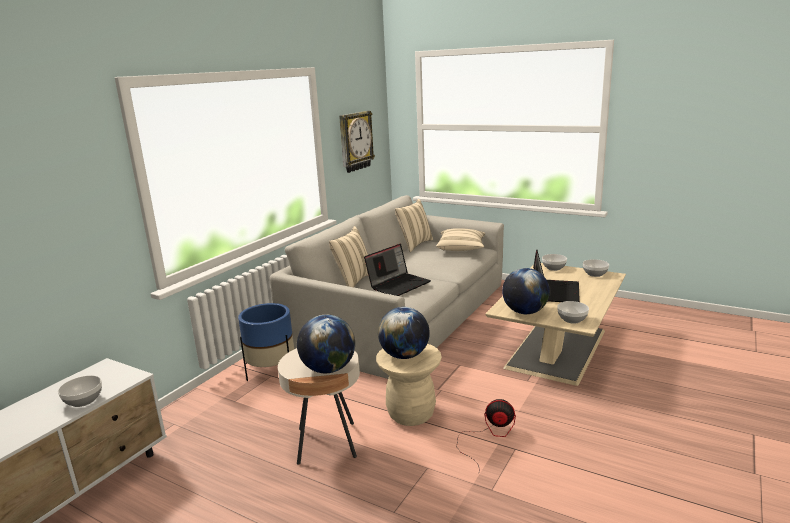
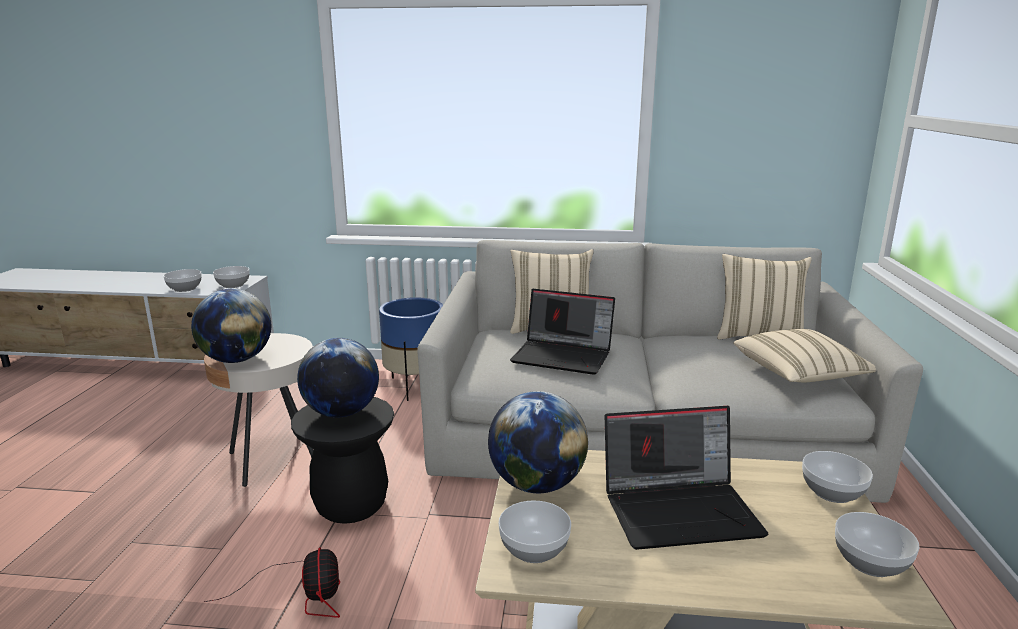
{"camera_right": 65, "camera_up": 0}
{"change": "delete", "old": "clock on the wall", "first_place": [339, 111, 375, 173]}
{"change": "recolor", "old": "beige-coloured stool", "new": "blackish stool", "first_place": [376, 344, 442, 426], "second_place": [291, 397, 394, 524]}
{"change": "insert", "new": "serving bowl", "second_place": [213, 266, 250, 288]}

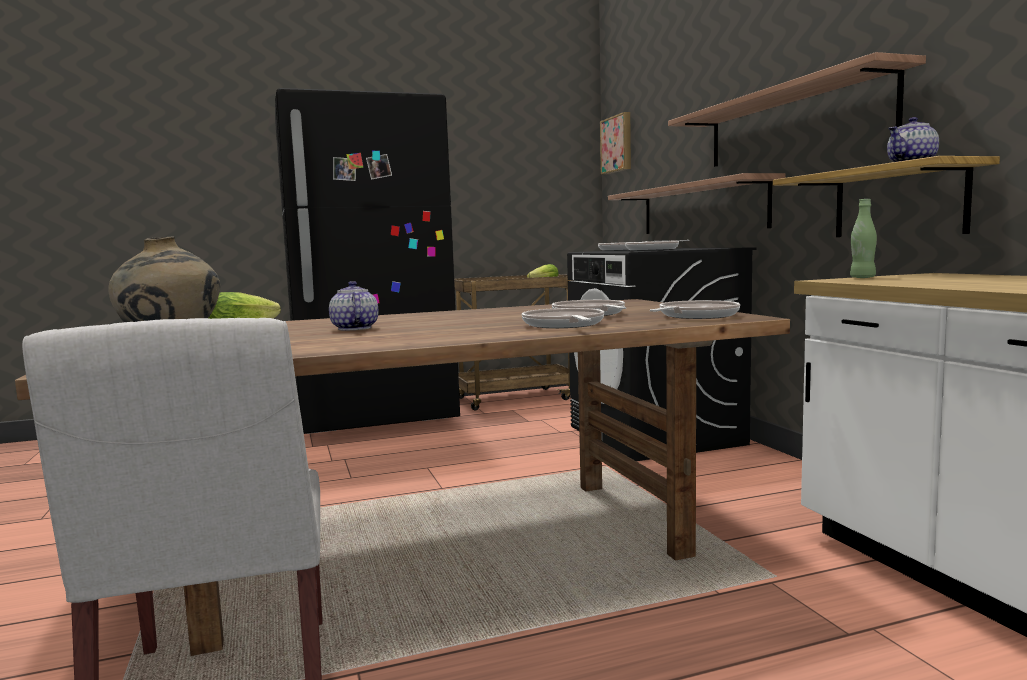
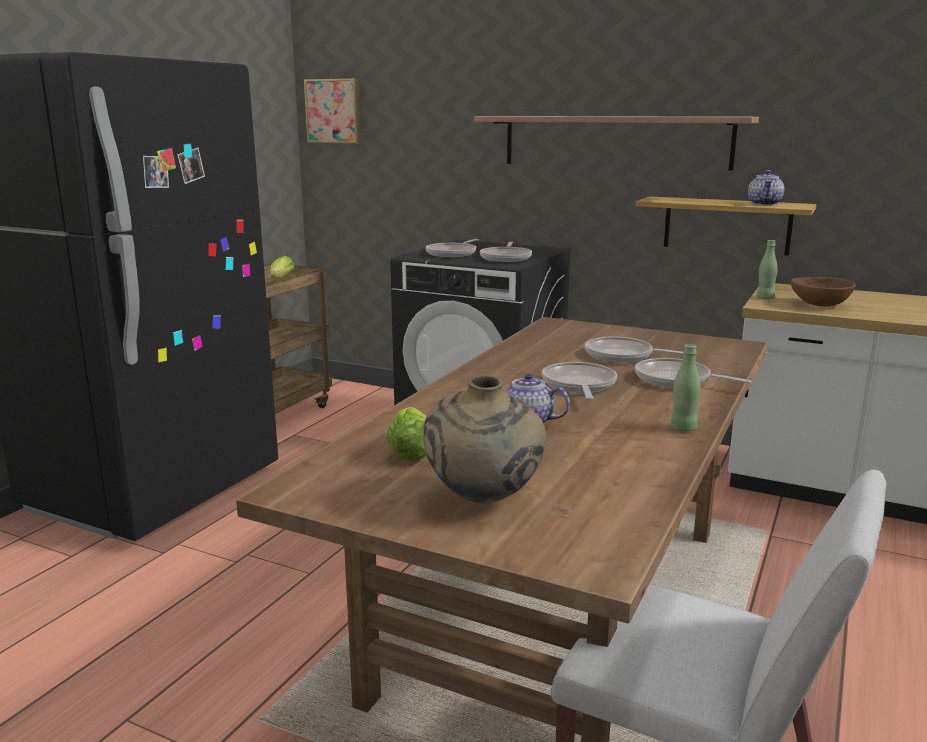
{"camera_right": -45, "camera_up": 10}
{"change": "delete", "old": "bracket shelf", "first_place": [608, 173, 786, 234]}
{"change": "move", "old": "frying pan", "first_place": [650, 300, 740, 319], "second_place": [542, 362, 617, 400]}
{"change": "insert", "new": "greenish beverage bottle", "second_place": [670, 344, 700, 432]}
{"change": "insert", "new": "brown serving bowl", "second_place": [791, 277, 856, 307]}

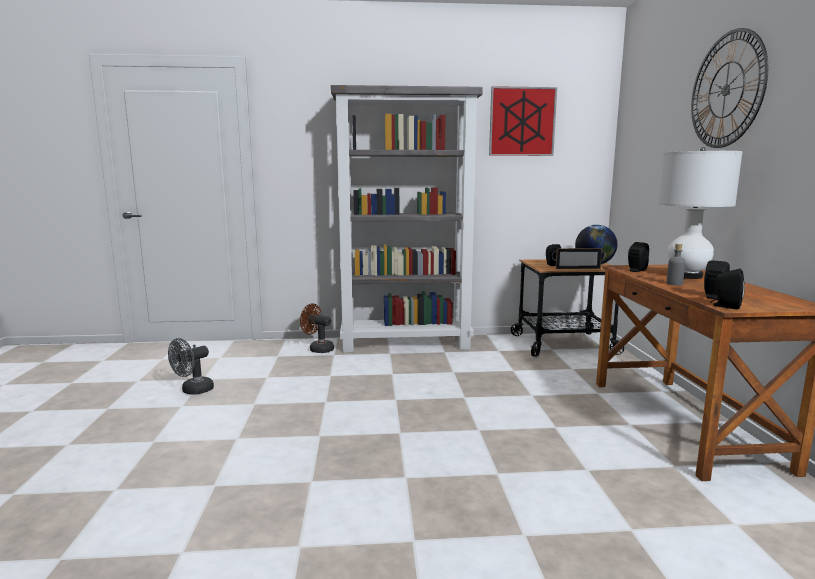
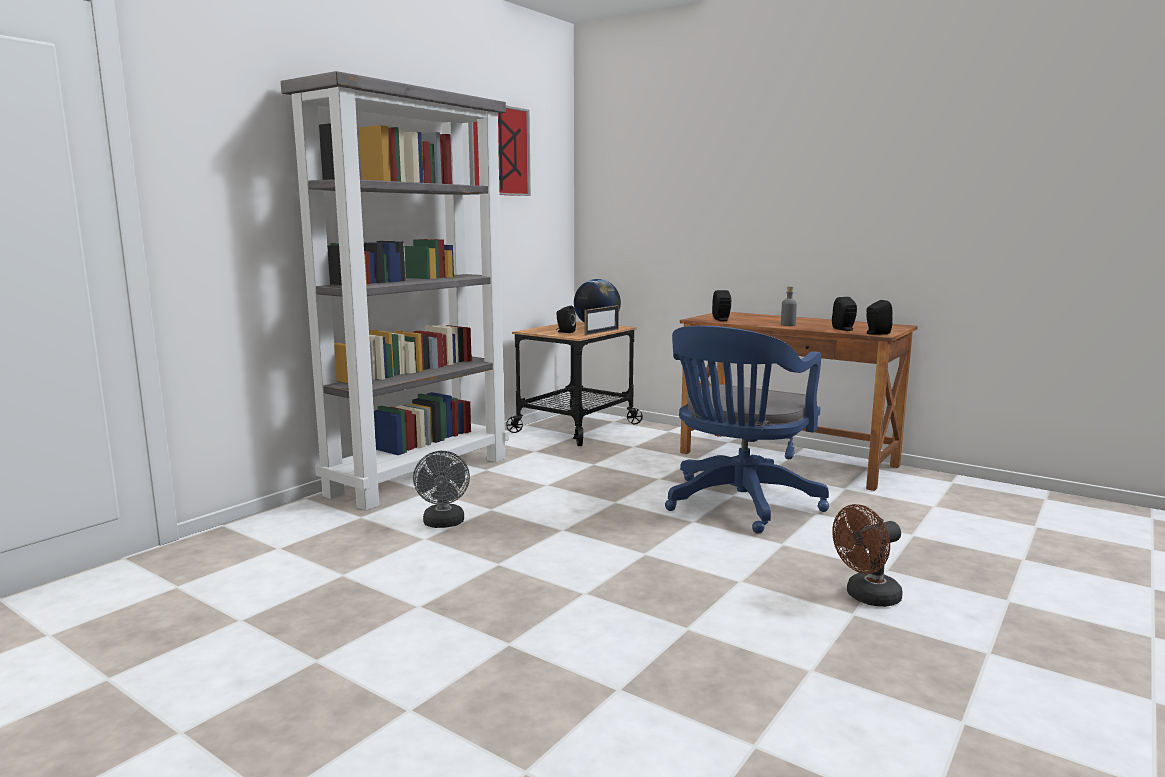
{"camera_right": -50, "camera_up": 0}
{"change": "move", "old": "grey cooling fan", "first_place": [168, 338, 214, 395], "second_place": [413, 451, 470, 528]}
{"change": "move", "old": "brown cooling fan", "first_place": [300, 303, 334, 353], "second_place": [832, 504, 903, 607]}
{"change": "delete", "old": "white table lamp", "first_place": [658, 147, 743, 279]}
{"change": "delete", "old": "clock on the wall", "first_place": [691, 28, 768, 148]}
{"change": "insert", "new": "blue desk chair", "second_place": [665, 325, 829, 534]}

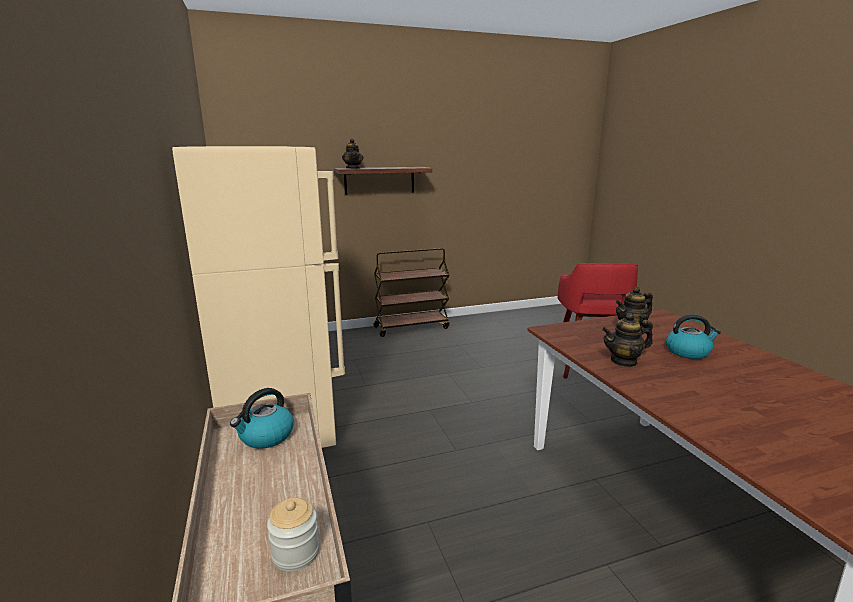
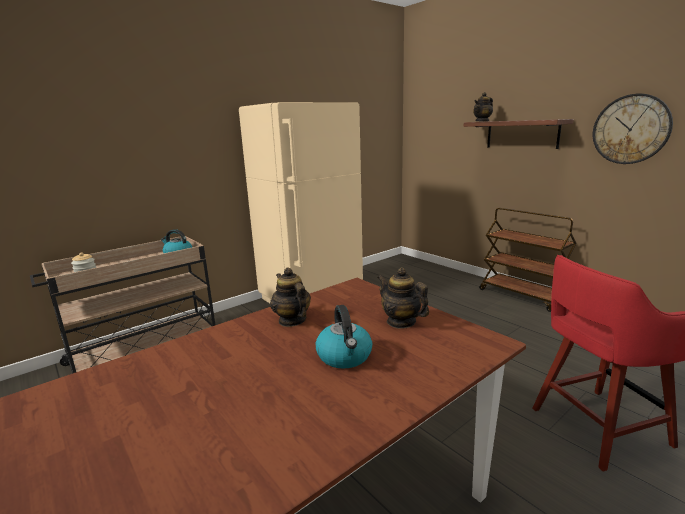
{"camera_right": 70, "camera_up": 0}
{"change": "insert", "new": "clock on the wall", "second_place": [593, 94, 673, 164]}

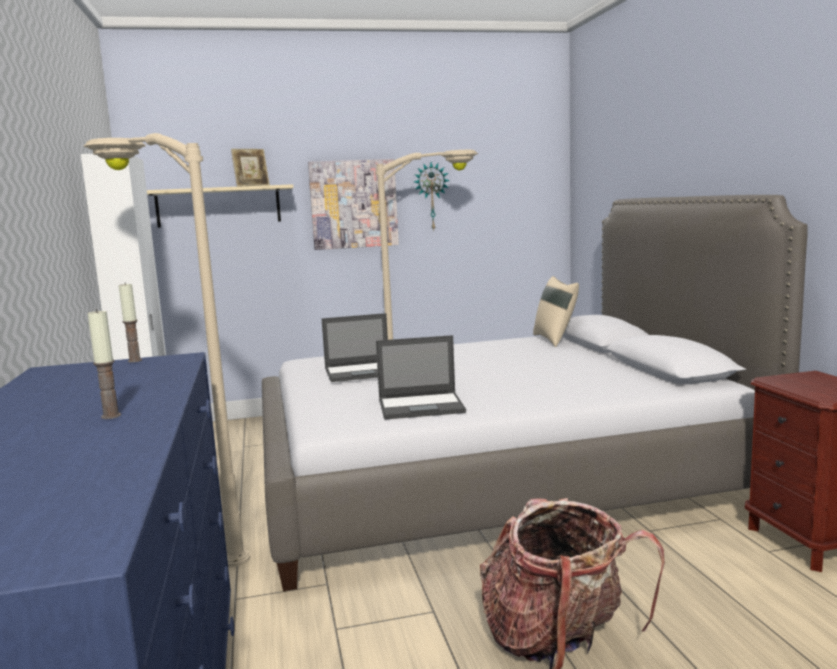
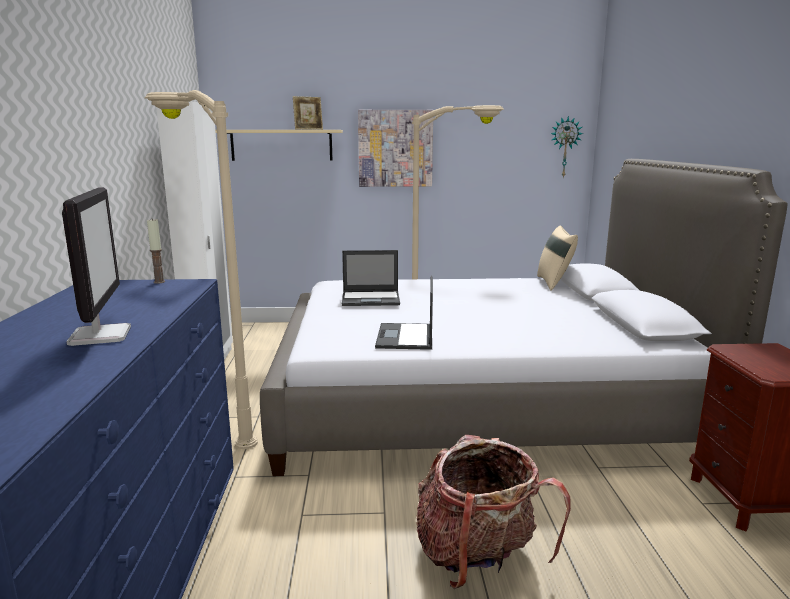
{"camera_right": 10, "camera_up": 5}
{"change": "replace", "old": "wax candle", "new": "computer screen", "first_place": [87, 309, 121, 419], "second_place": [62, 187, 131, 346]}
{"change": "rotate", "old": "portable computer", "first_place": [376, 335, 466, 419], "second_place": [375, 276, 433, 350], "degrees": 90}
{"change": "move", "old": "clock on the wall", "first_place": [414, 162, 450, 231], "second_place": [550, 116, 583, 177]}

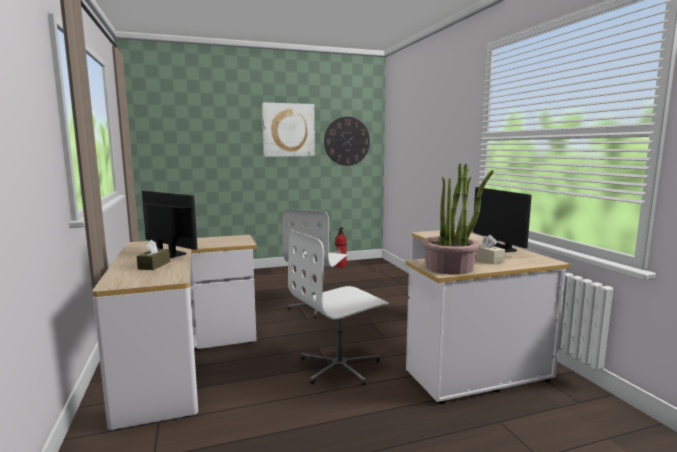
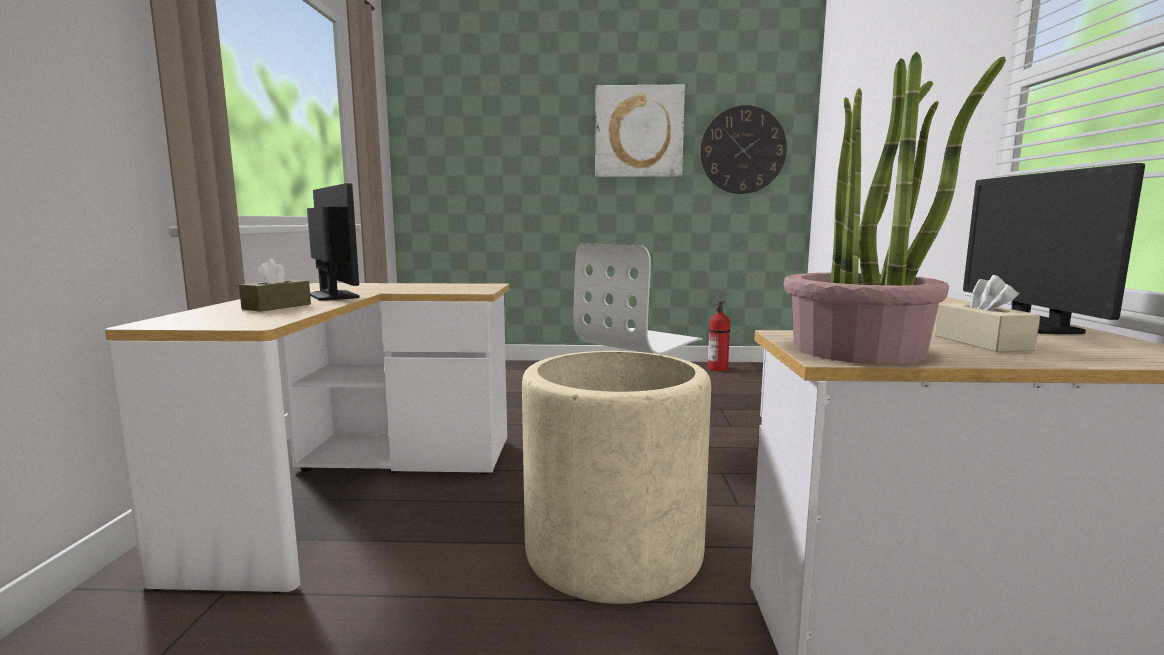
{"camera_right": 20, "camera_up": 0}
{"change": "replace", "old": "white desk chair", "new": "beige-coloured plant pot", "first_place": [288, 230, 389, 386], "second_place": [522, 351, 711, 604]}

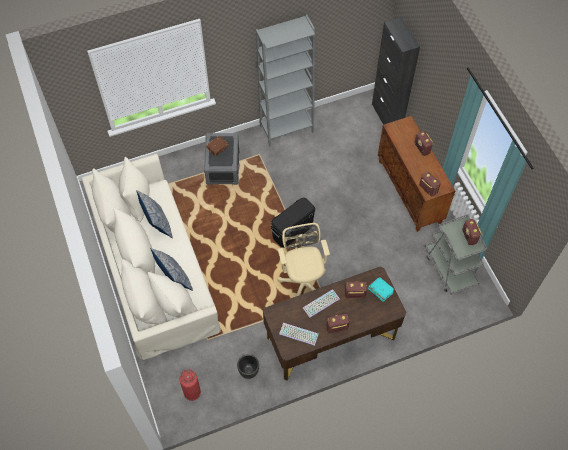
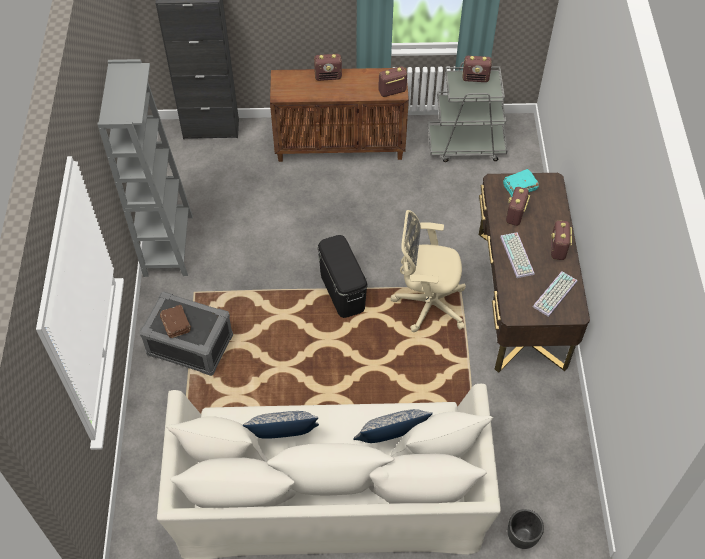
{"camera_right": -70, "camera_up": -5}
{"change": "delete", "old": "fire-fighting cylinder", "first_place": [180, 369, 201, 401]}
{"change": "move", "old": "blackish plant pot", "first_place": [237, 354, 259, 379], "second_place": [508, 509, 544, 549]}

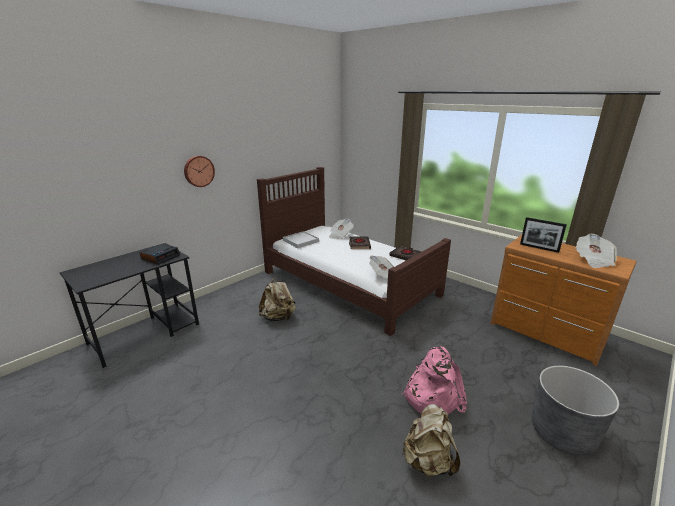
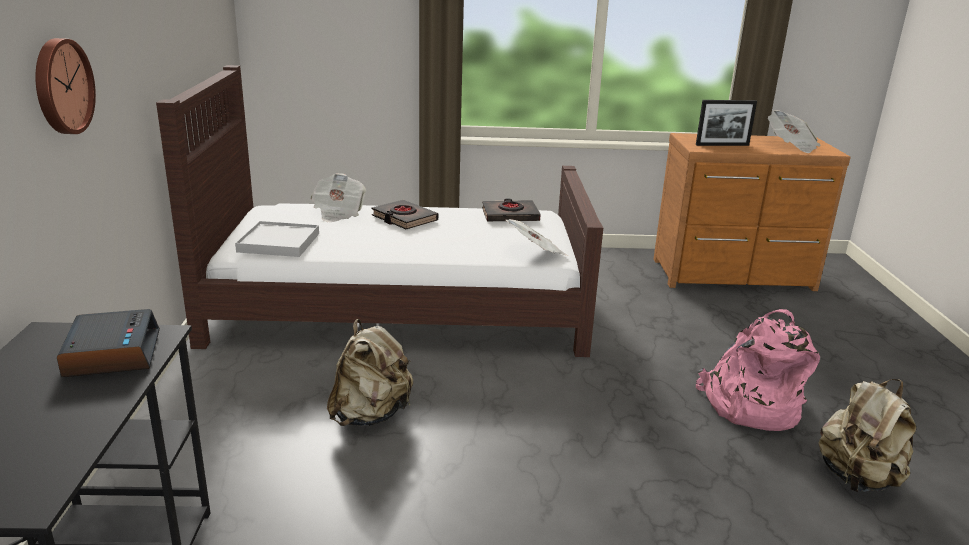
{"camera_right": -45, "camera_up": 0}
{"change": "delete", "old": "grey plant pot", "first_place": [531, 366, 619, 455]}

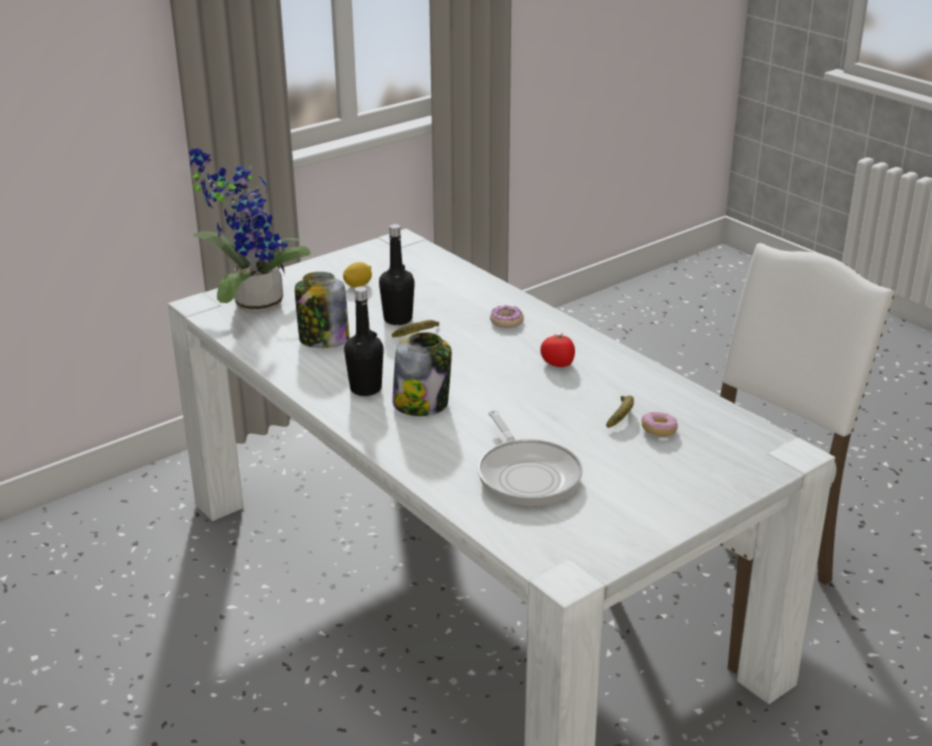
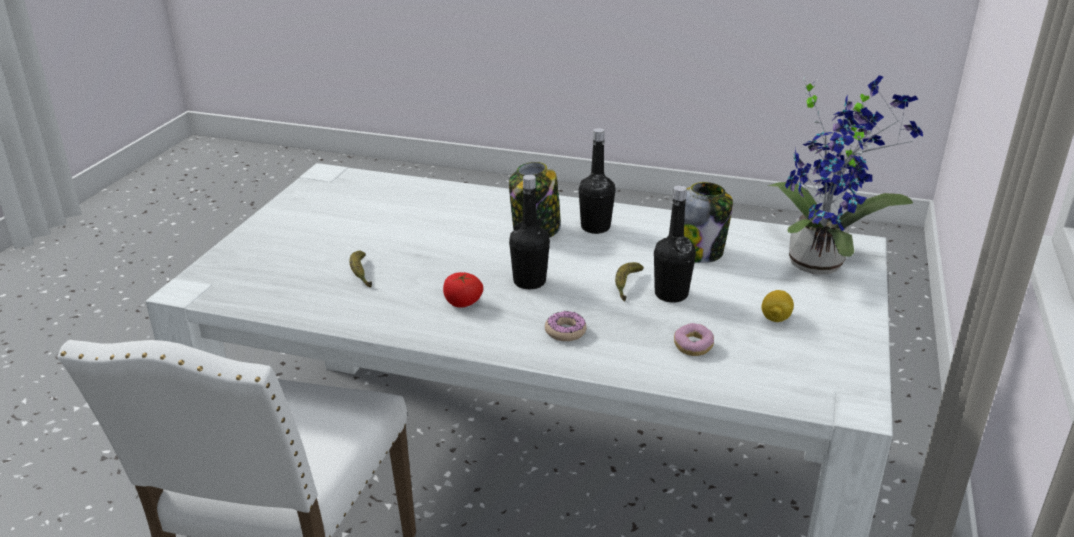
{"camera_right": 145, "camera_up": 0}
{"change": "delete", "old": "frying pan", "first_place": [478, 410, 583, 507]}
{"change": "move", "old": "doughnut", "first_place": [642, 412, 678, 436], "second_place": [674, 323, 714, 356]}
{"change": "insert", "new": "blackish beverage bottle", "second_place": [509, 175, 550, 289]}

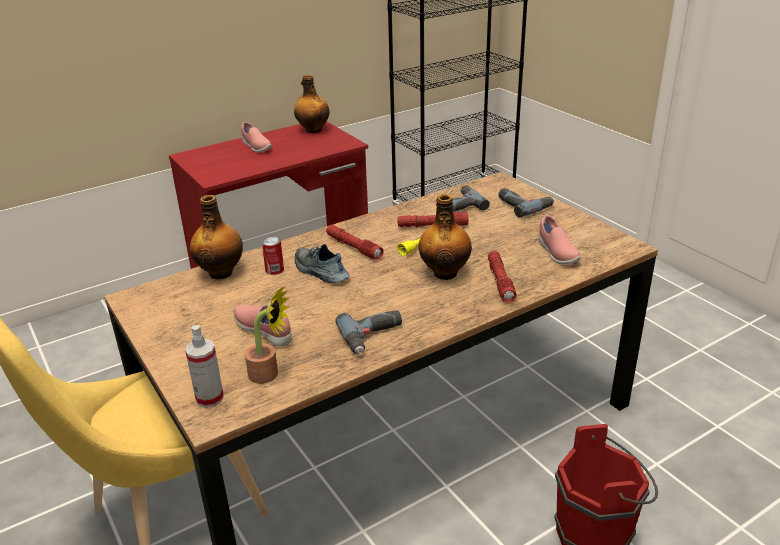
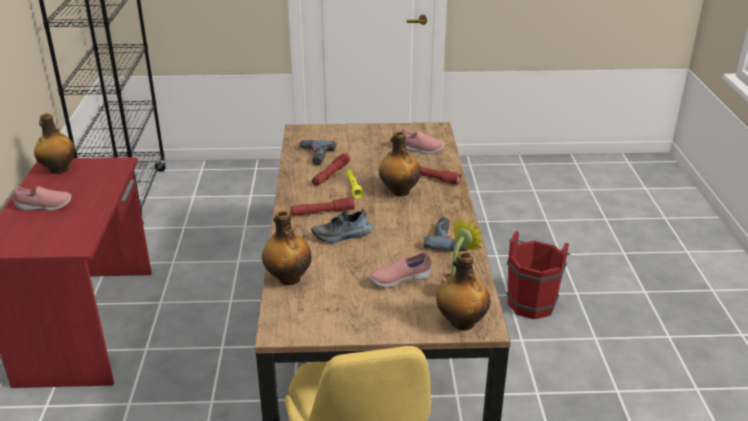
{"camera_right": -60, "camera_up": 0}
{"change": "replace", "old": "sprayer", "new": "beverage bottle", "first_place": [185, 325, 224, 408], "second_place": [436, 251, 491, 331]}
{"change": "delete", "old": "metal can", "first_place": [262, 237, 284, 275]}
{"change": "delete", "old": "electric drill", "first_place": [498, 188, 554, 218]}

